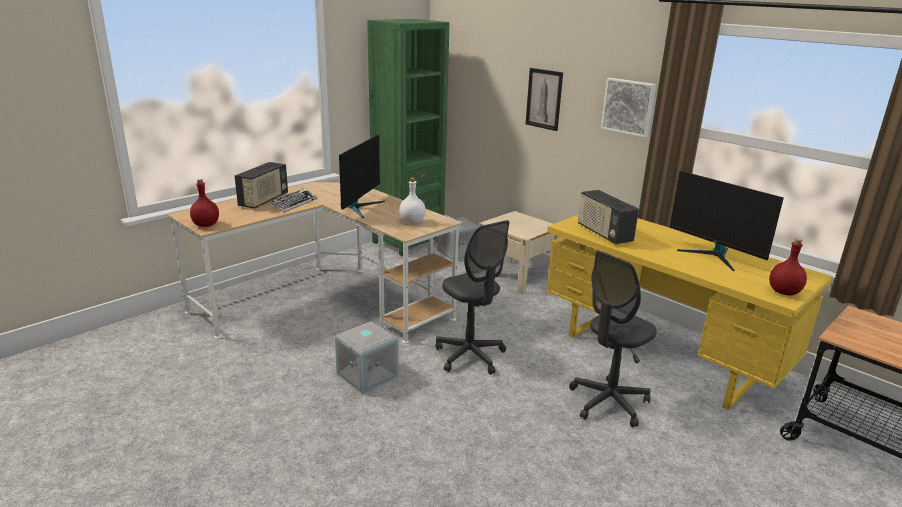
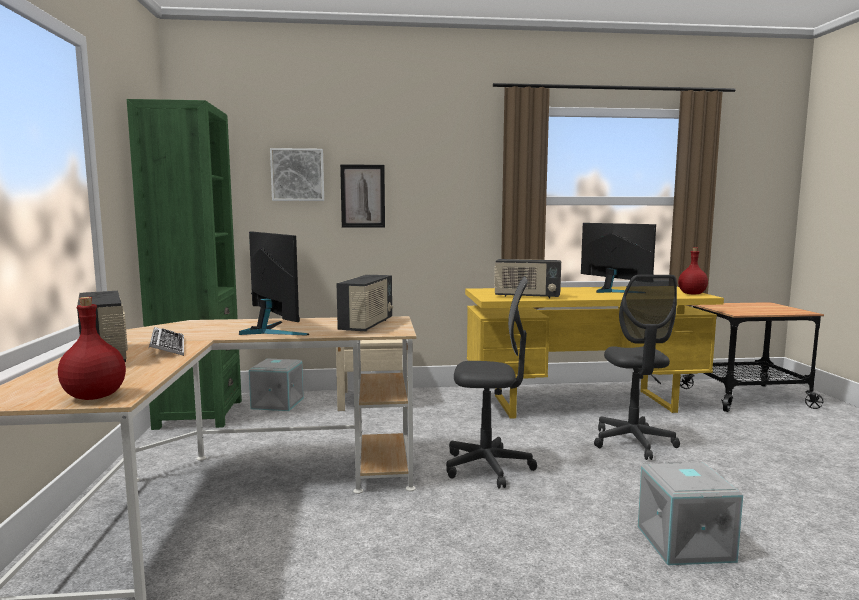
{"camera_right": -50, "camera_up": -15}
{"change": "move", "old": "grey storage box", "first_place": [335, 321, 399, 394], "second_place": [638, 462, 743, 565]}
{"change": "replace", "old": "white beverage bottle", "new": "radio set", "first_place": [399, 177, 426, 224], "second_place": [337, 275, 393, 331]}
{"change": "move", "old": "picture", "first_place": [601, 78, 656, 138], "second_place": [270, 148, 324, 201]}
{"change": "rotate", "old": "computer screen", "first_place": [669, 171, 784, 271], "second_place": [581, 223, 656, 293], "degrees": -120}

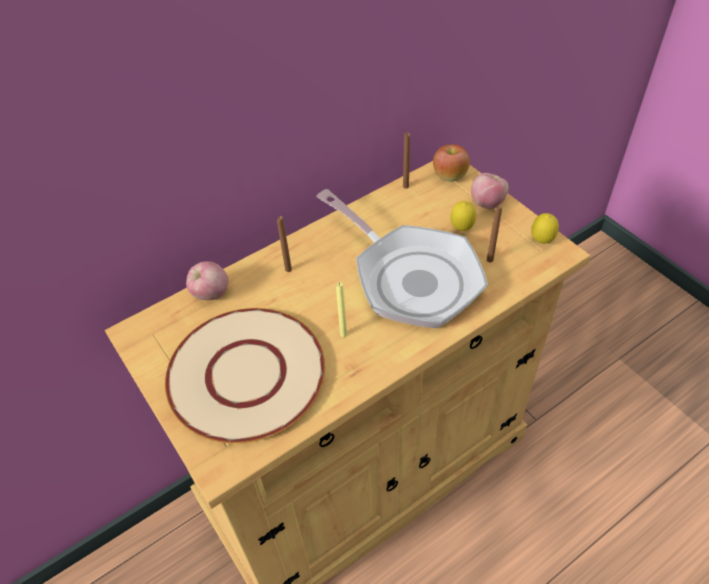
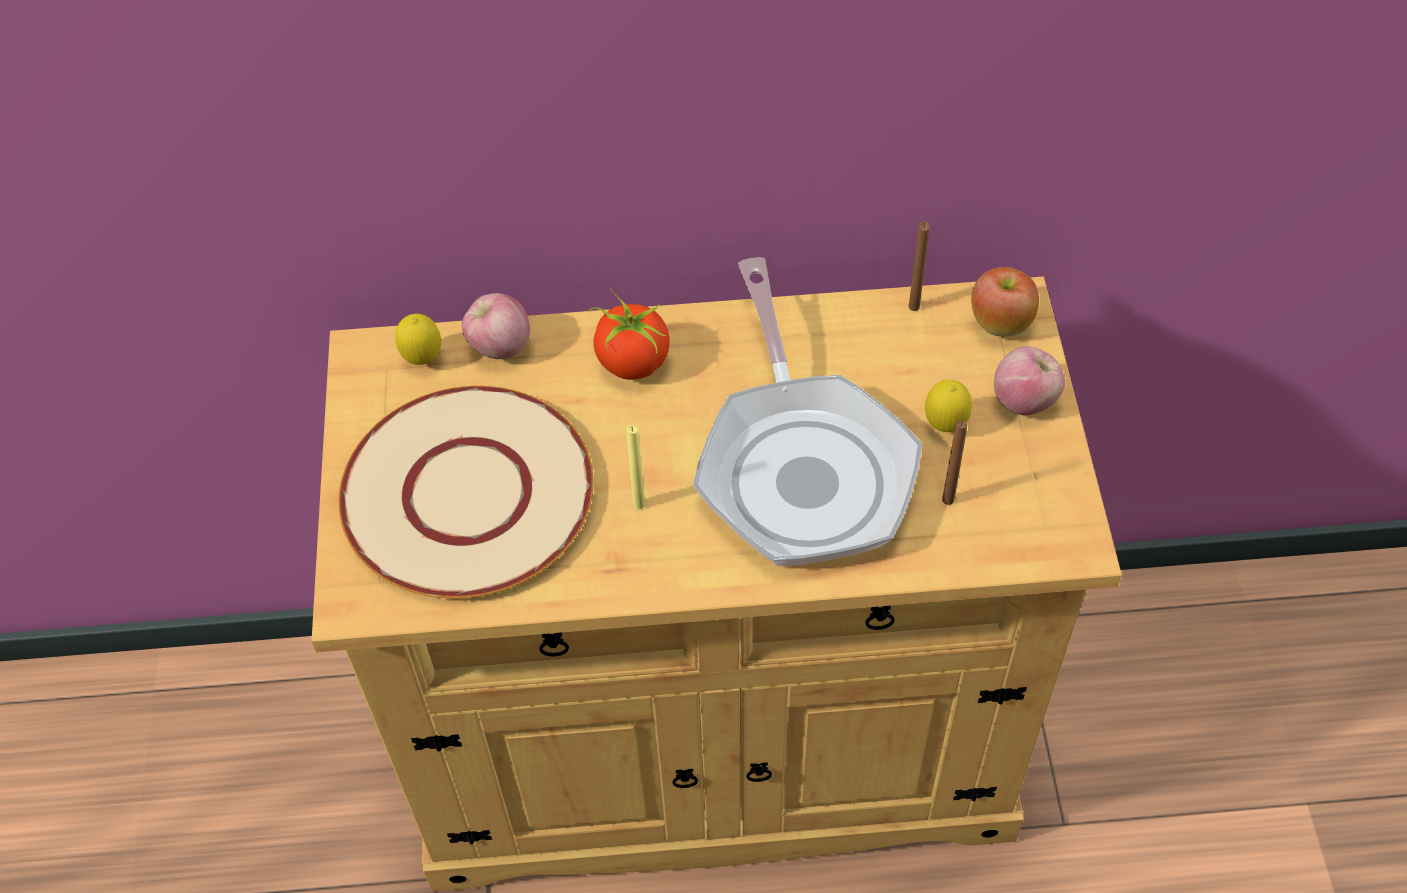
{"camera_right": 30, "camera_up": 5}
{"change": "replace", "old": "brown wax candle", "new": "whole tomato", "first_place": [277, 216, 292, 272], "second_place": [589, 288, 670, 380]}
{"change": "move", "old": "whole lemon", "first_place": [532, 213, 559, 244], "second_place": [395, 314, 441, 365]}

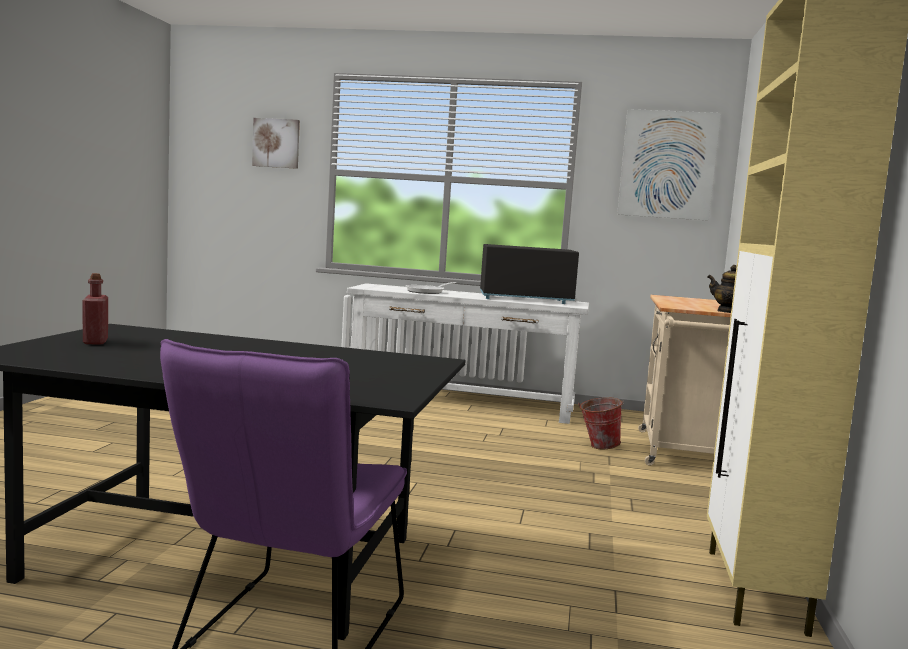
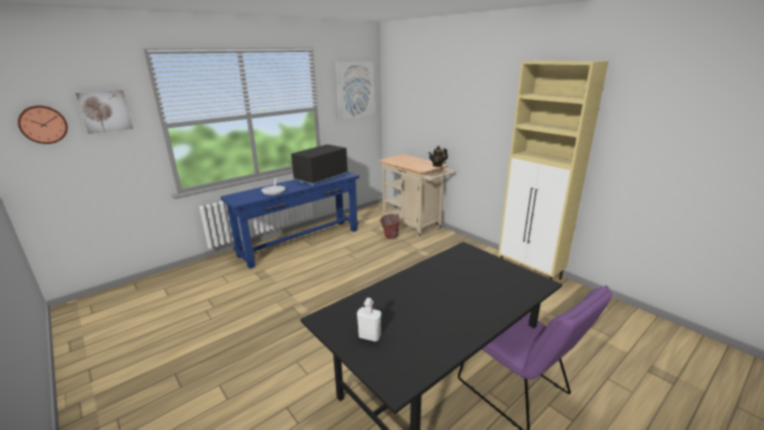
{"camera_right": -50, "camera_up": 15}
{"change": "recolor", "old": "reddish beverage bottle", "new": "white beverage bottle", "first_place": [83, 273, 108, 344], "second_place": [357, 298, 381, 342]}
{"change": "recolor", "old": "white narrow table", "new": "blue narrow table", "first_place": [347, 283, 589, 424], "second_place": [221, 171, 359, 269]}
{"change": "insert", "new": "clock on the wall", "second_place": [18, 105, 68, 144]}

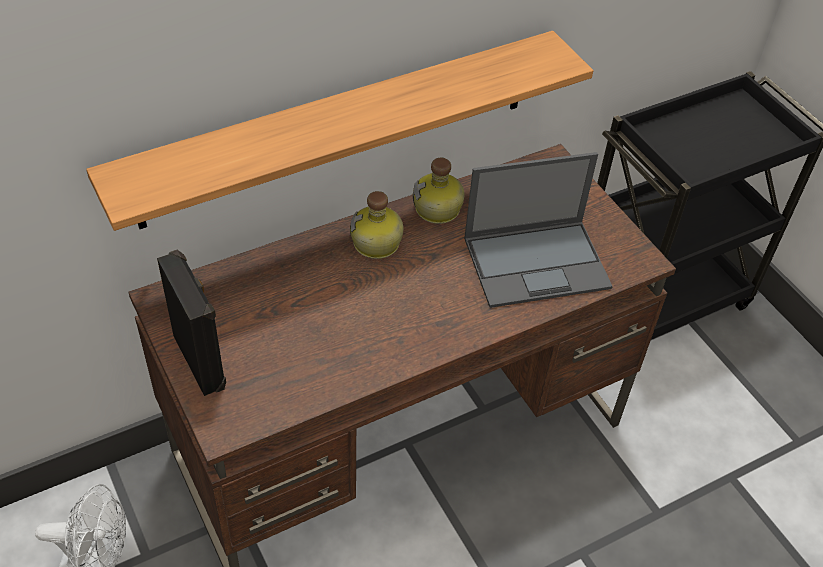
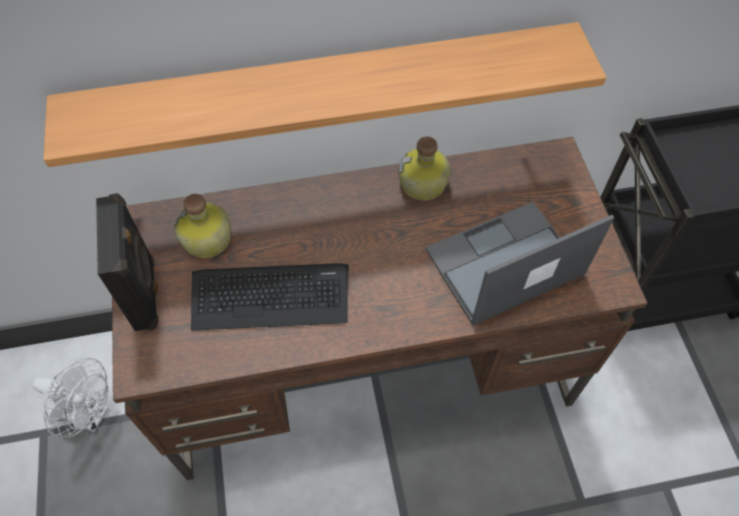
{"camera_right": 20, "camera_up": 10}
{"change": "move", "old": "beverage bottle", "first_place": [350, 191, 404, 259], "second_place": [174, 194, 231, 258]}
{"change": "rotate", "old": "portable computer", "first_place": [464, 152, 613, 308], "second_place": [425, 202, 614, 326], "degrees": 150}
{"change": "insert", "new": "keyboard", "second_place": [191, 263, 349, 331]}

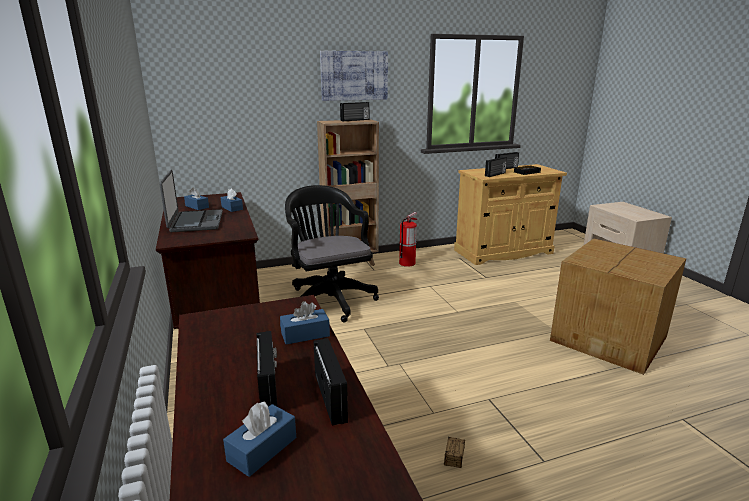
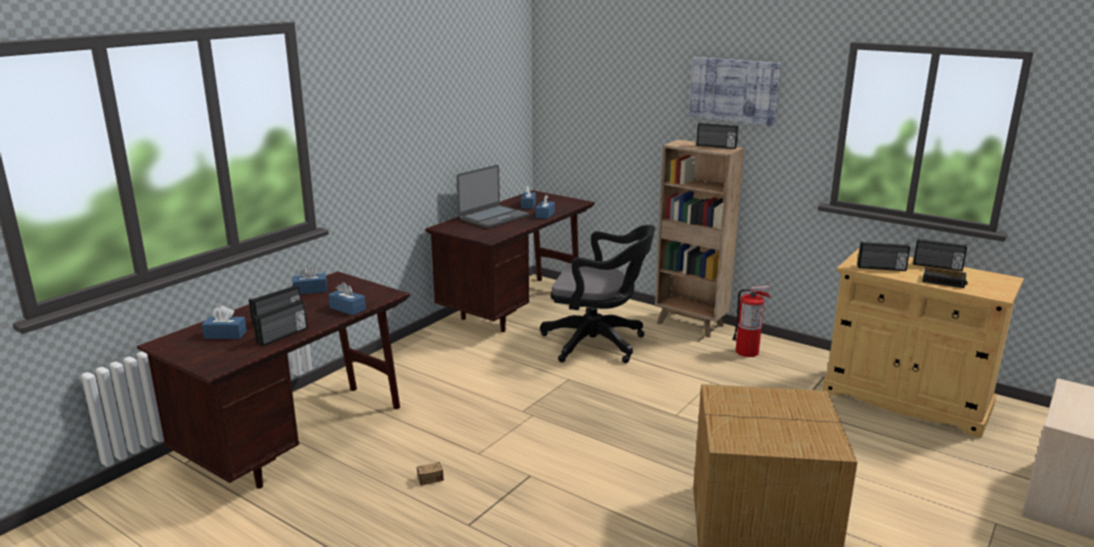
{"camera_right": 55, "camera_up": 0}
{"change": "rotate", "old": "blackish desk chair", "first_place": [285, 185, 379, 322], "second_place": [540, 225, 655, 363], "degrees": 75}
{"change": "insert", "new": "blue tissue box", "second_place": [292, 265, 327, 294]}

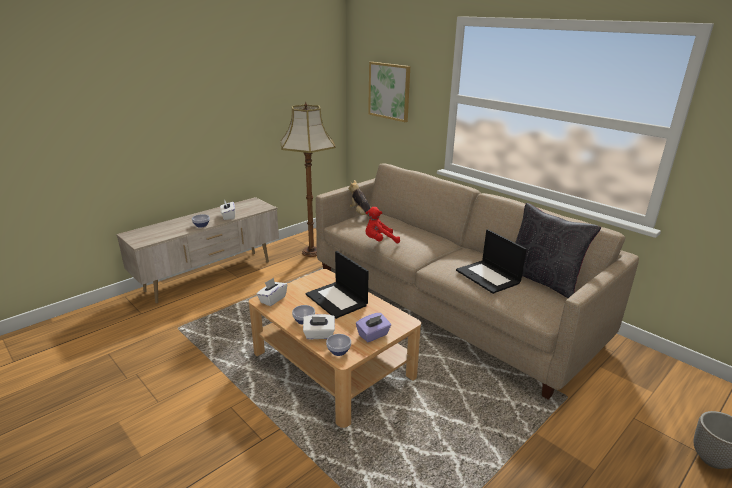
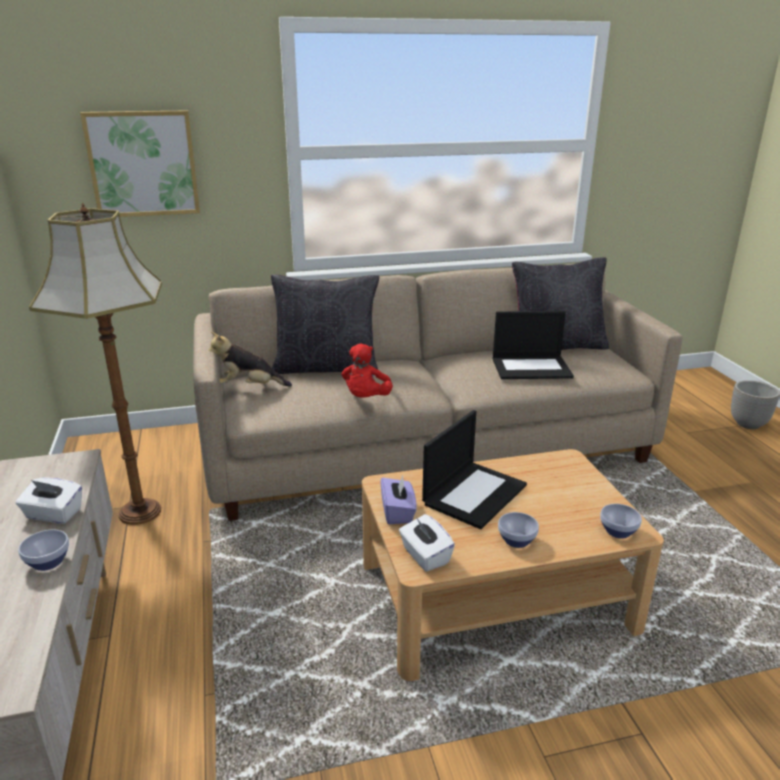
{"camera_right": -60, "camera_up": 0}
{"change": "delete", "old": "white tissue box", "first_place": [303, 314, 335, 339]}
{"change": "rotate", "old": "portable computer", "first_place": [306, 251, 369, 319], "second_place": [422, 410, 527, 529], "degrees": -45}
{"change": "move", "old": "purple tissue box", "first_place": [356, 313, 391, 342], "second_place": [381, 476, 417, 524]}
{"change": "insert", "new": "blackish pillow", "second_place": [271, 274, 379, 374]}

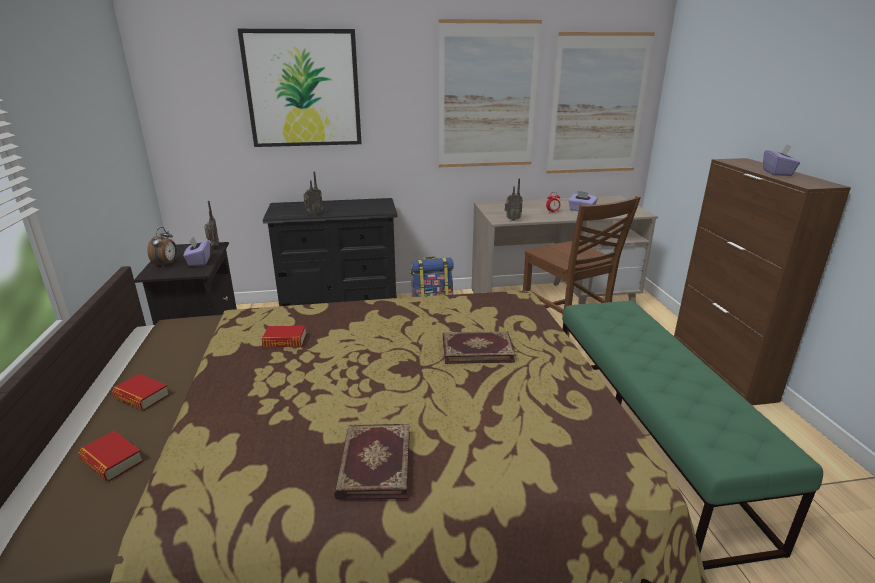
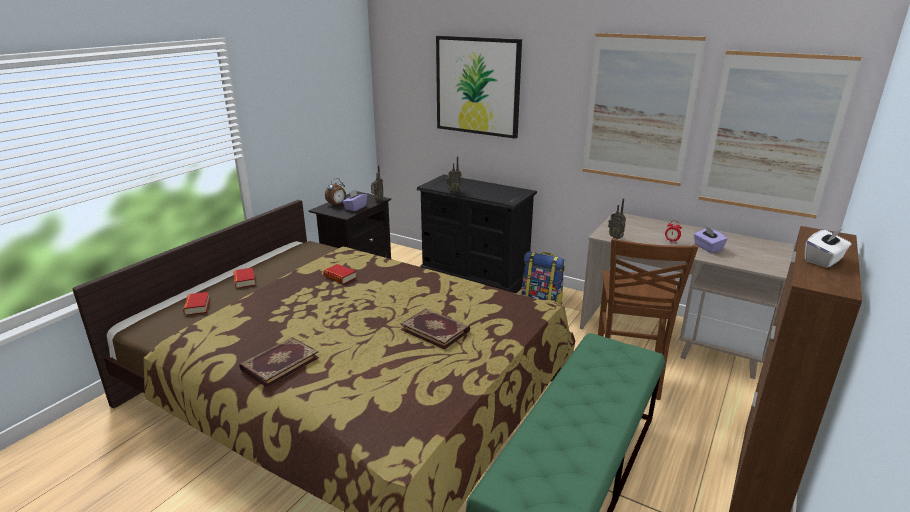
{"camera_right": 40, "camera_up": 0}
{"change": "recolor", "old": "purple tissue box", "new": "white tissue box", "first_place": [763, 144, 800, 176], "second_place": [805, 228, 852, 268]}

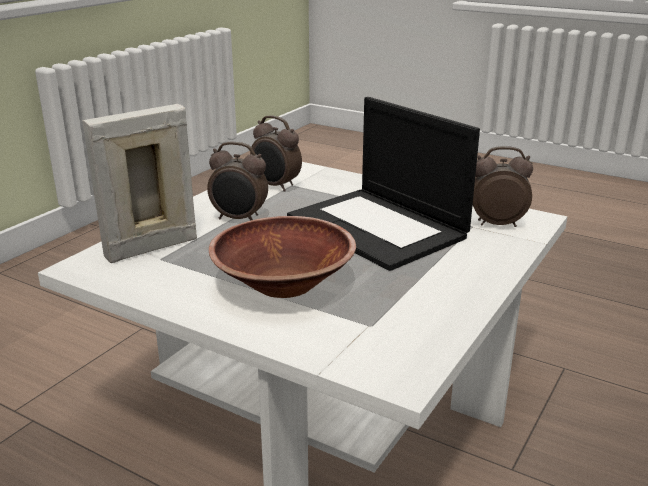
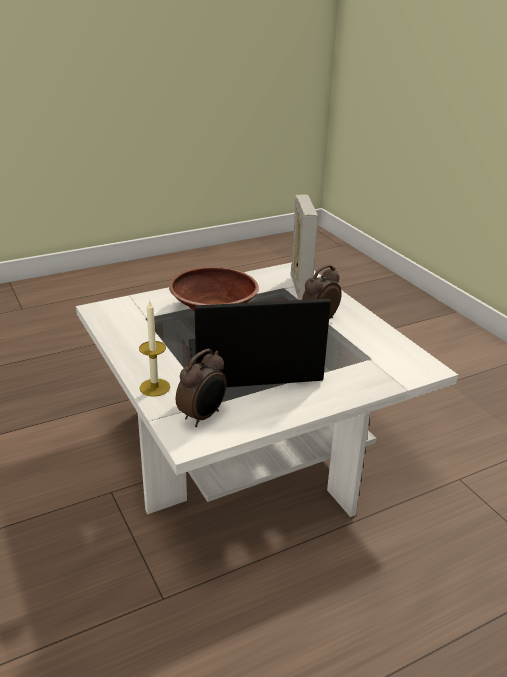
{"camera_right": 120, "camera_up": 5}
{"change": "delete", "old": "alarm clock", "first_place": [250, 115, 302, 192]}
{"change": "insert", "new": "wax candle", "second_place": [139, 300, 170, 397]}

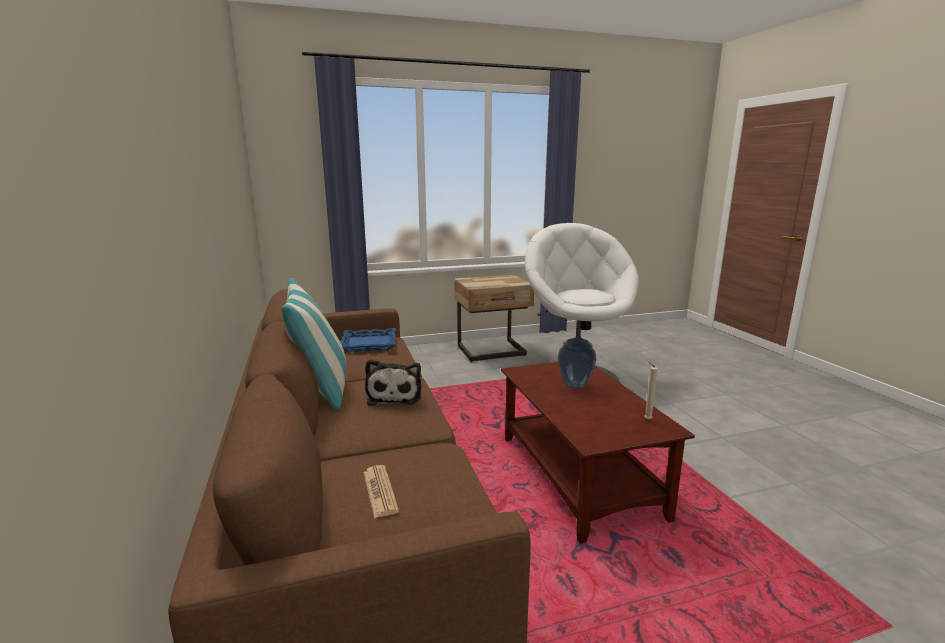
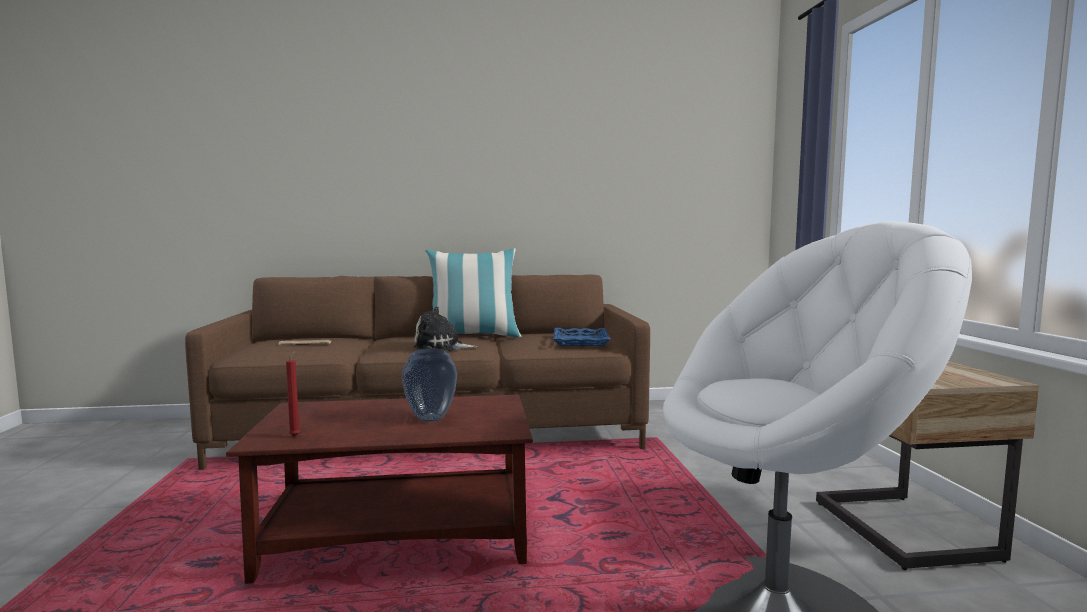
{"camera_right": 100, "camera_up": -10}
{"change": "recolor", "old": "beige-coloured wax candle", "new": "reddish wax candle", "first_place": [644, 362, 657, 420], "second_place": [286, 351, 300, 436]}

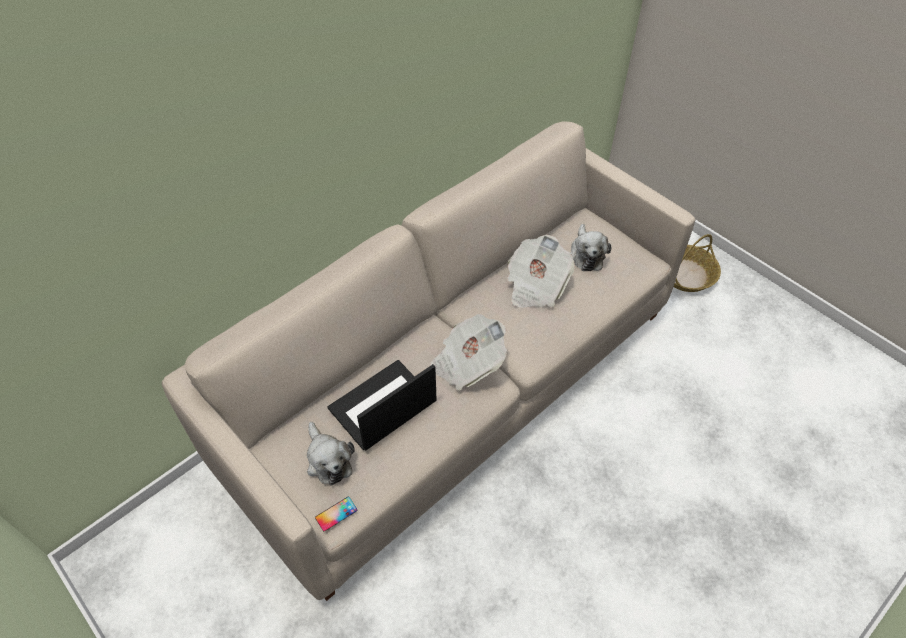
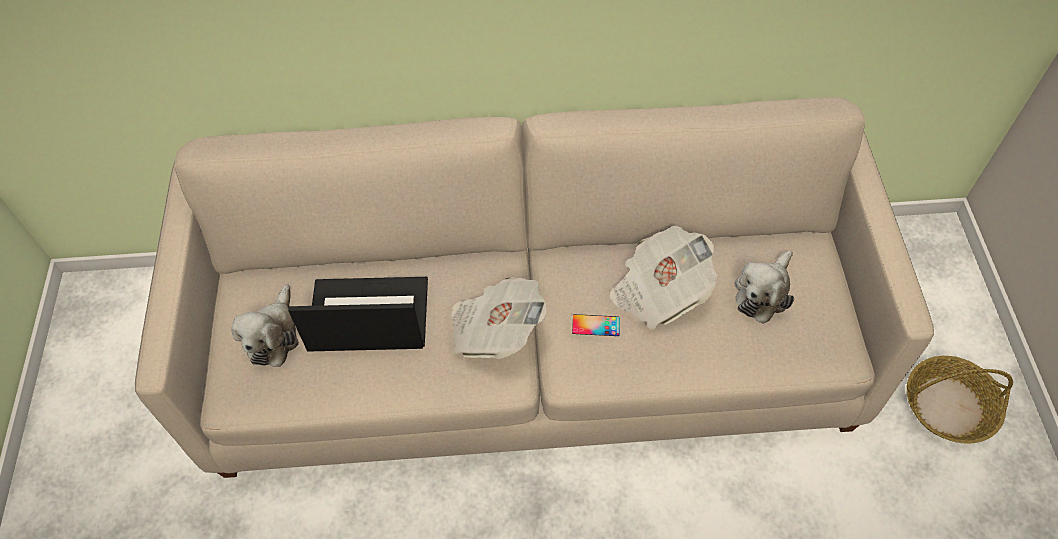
{"camera_right": 40, "camera_up": 5}
{"change": "move", "old": "phone", "first_place": [315, 497, 357, 531], "second_place": [572, 314, 620, 336]}

